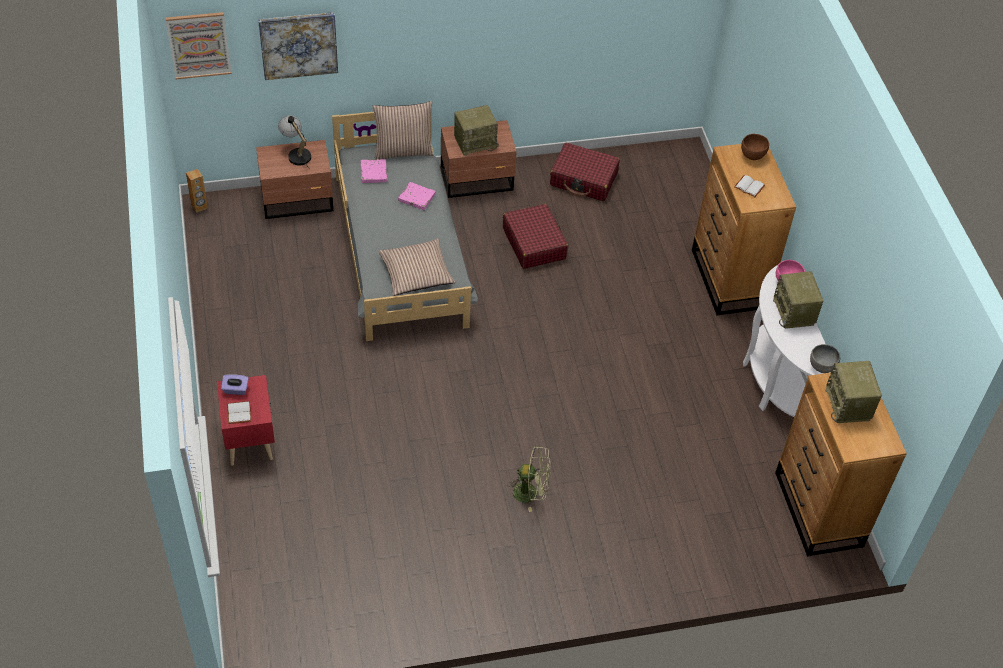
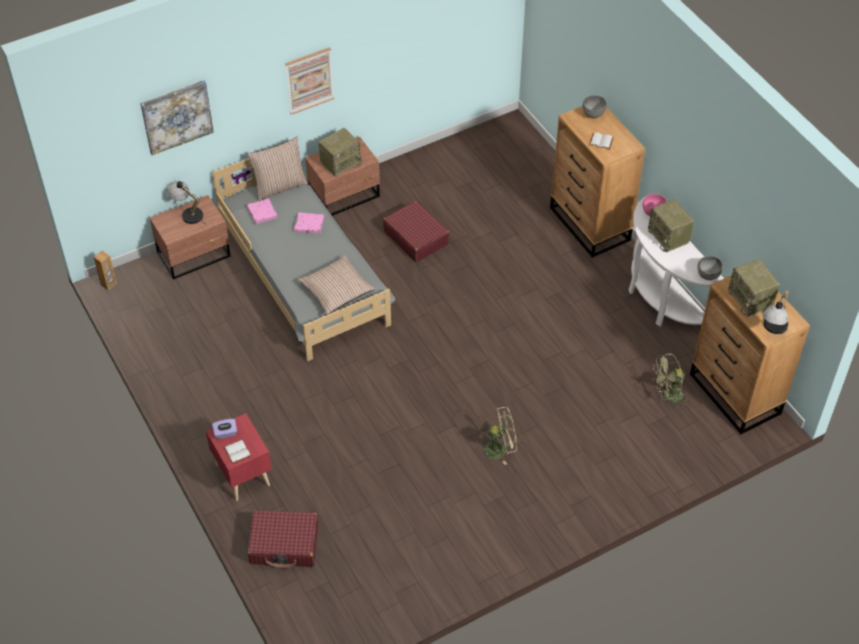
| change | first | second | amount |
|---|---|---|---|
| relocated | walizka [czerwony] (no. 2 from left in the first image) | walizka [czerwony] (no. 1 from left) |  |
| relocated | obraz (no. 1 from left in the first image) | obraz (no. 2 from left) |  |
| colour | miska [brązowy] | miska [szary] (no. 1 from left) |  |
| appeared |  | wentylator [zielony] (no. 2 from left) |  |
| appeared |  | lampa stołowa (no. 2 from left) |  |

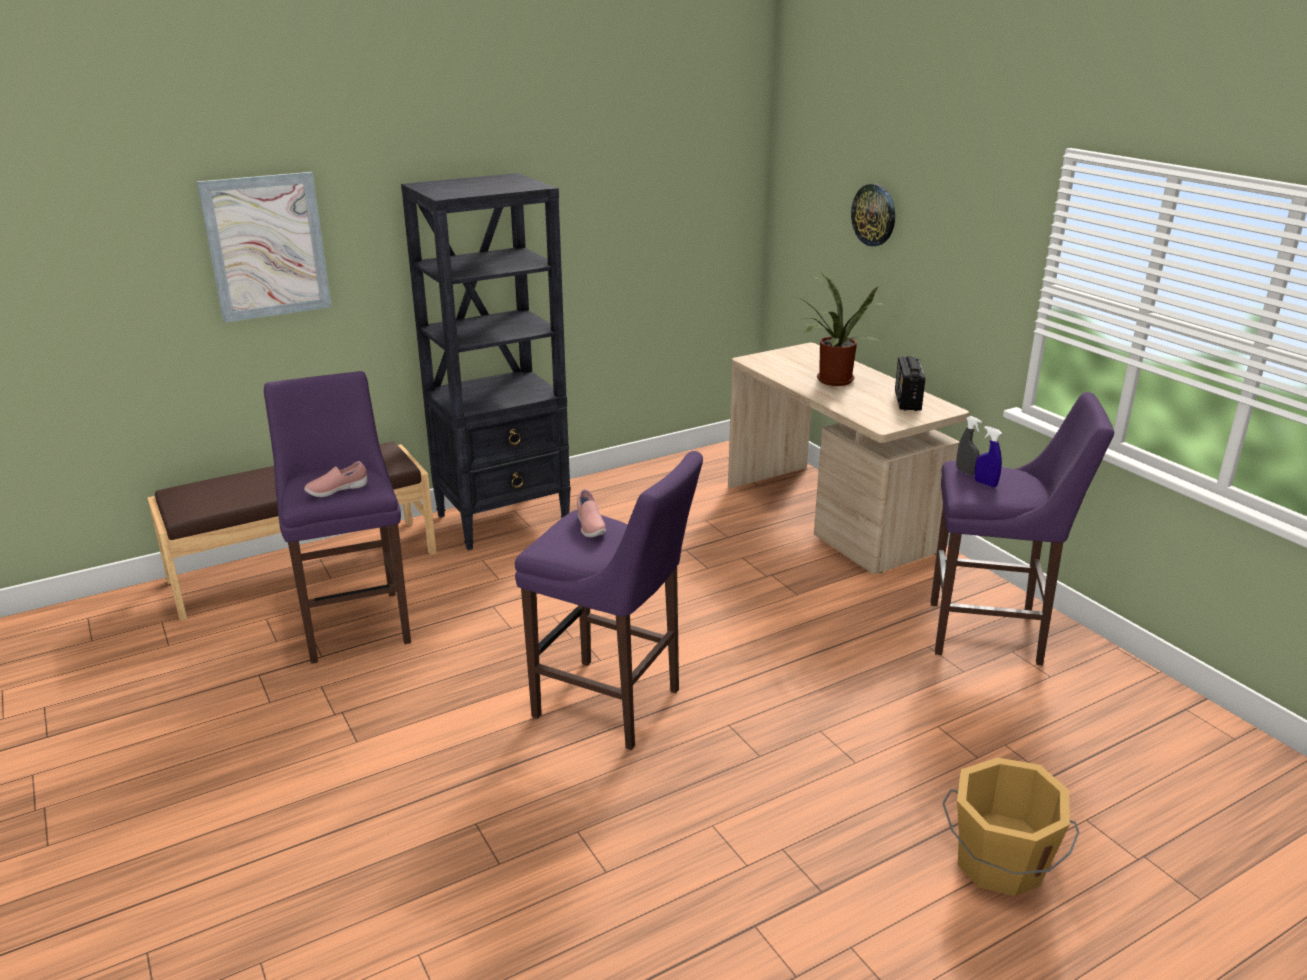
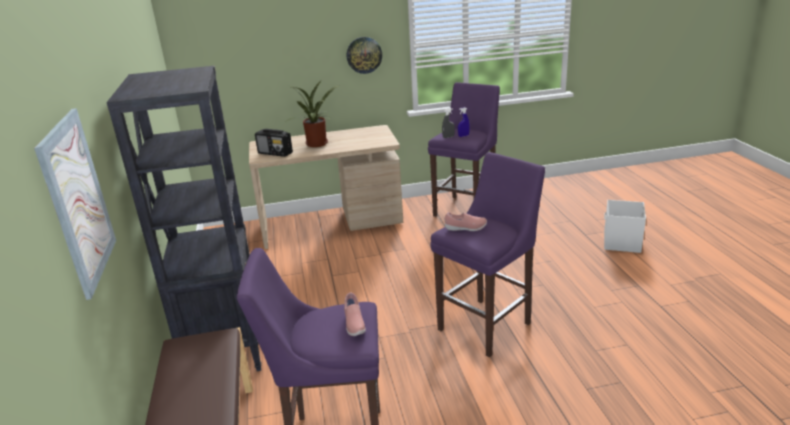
| change | first | second | amount |
|---|---|---|---|
| relocated | radio |  |  |
| relocated | zegar ścienny |  |  |
| exchanged | wiadro [pomarańczowy] | pojemnik do przechowywania [biały] |  |

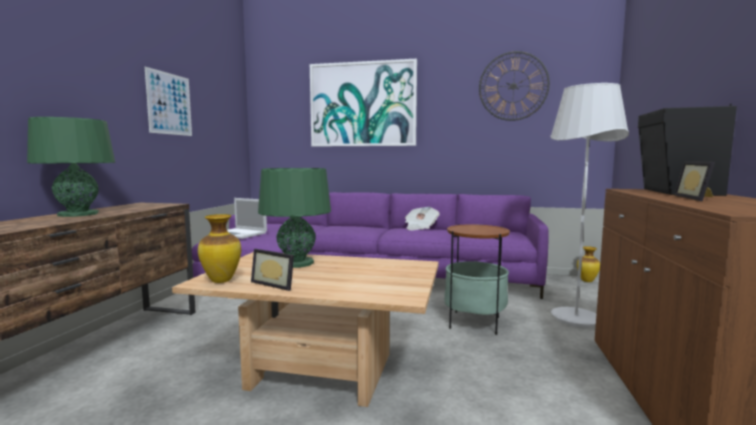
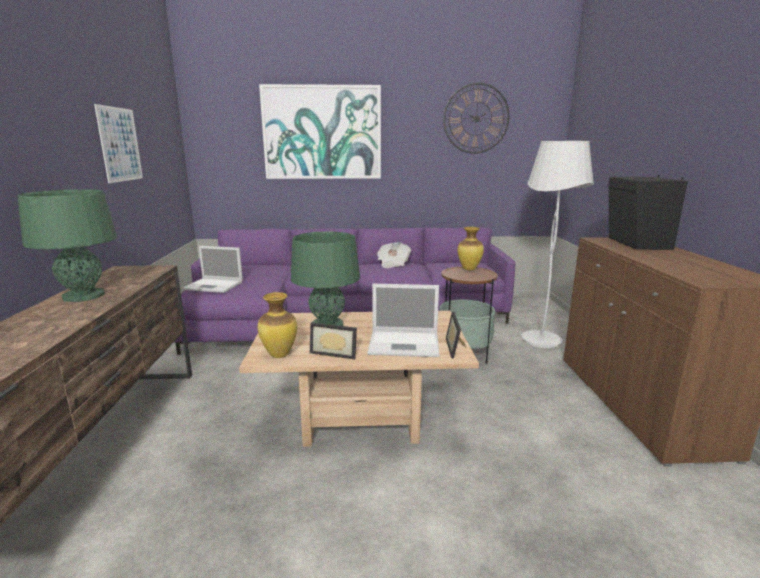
| change | first | second | amount |
|---|---|---|---|
| appeared |  | laptop (no. 2 from left) |  |
| relocated | ramka na zdjęcie (no. 2 from left) |  |  |
| relocated | wazon (no. 2 from left) |  |  |

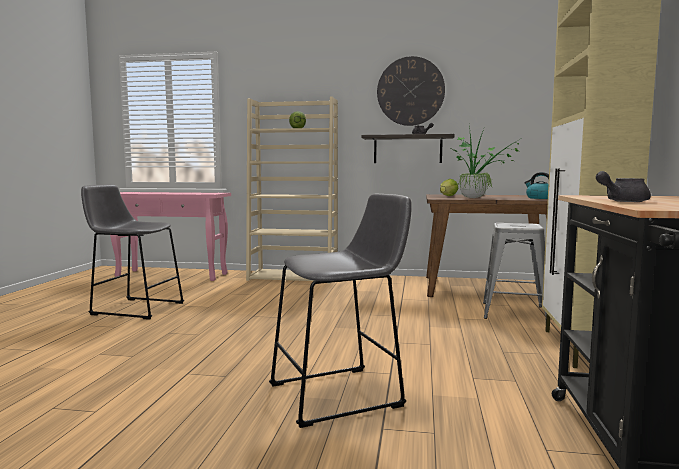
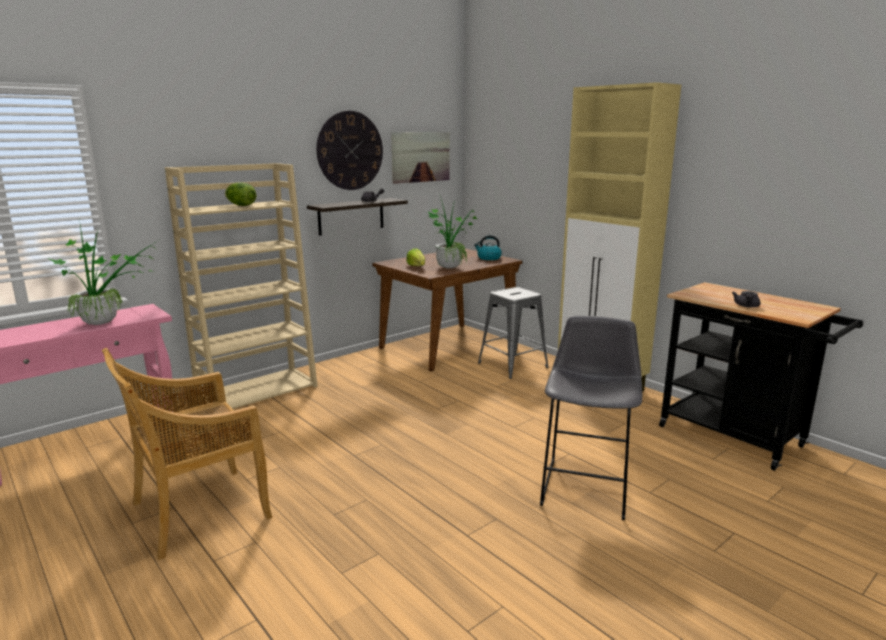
| change | first | second | amount |
|---|---|---|---|
| appeared |  | roślina doniczkowa (no. 1 from left) |  |
| exchanged | stołek [szary] (no. 1 from left) | krzesło [beżowy] |  |
| appeared |  | obraz |  |

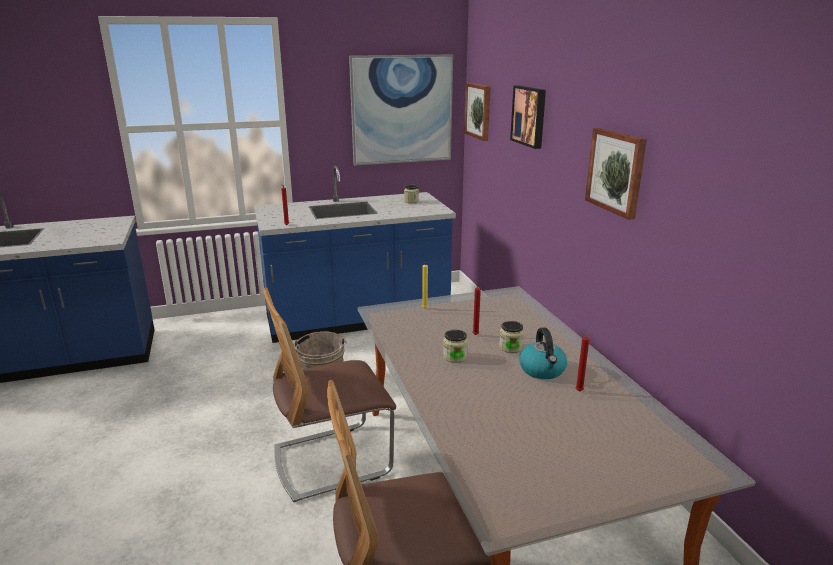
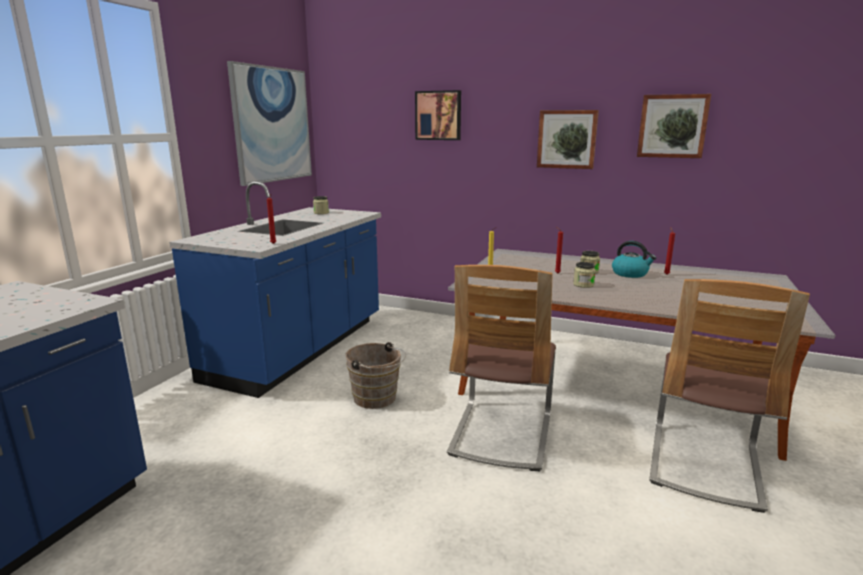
| change | first | second | amount |
|---|---|---|---|
| relocated | obraz (no. 2 from left in the first image) | obraz (no. 4 from left) |  |

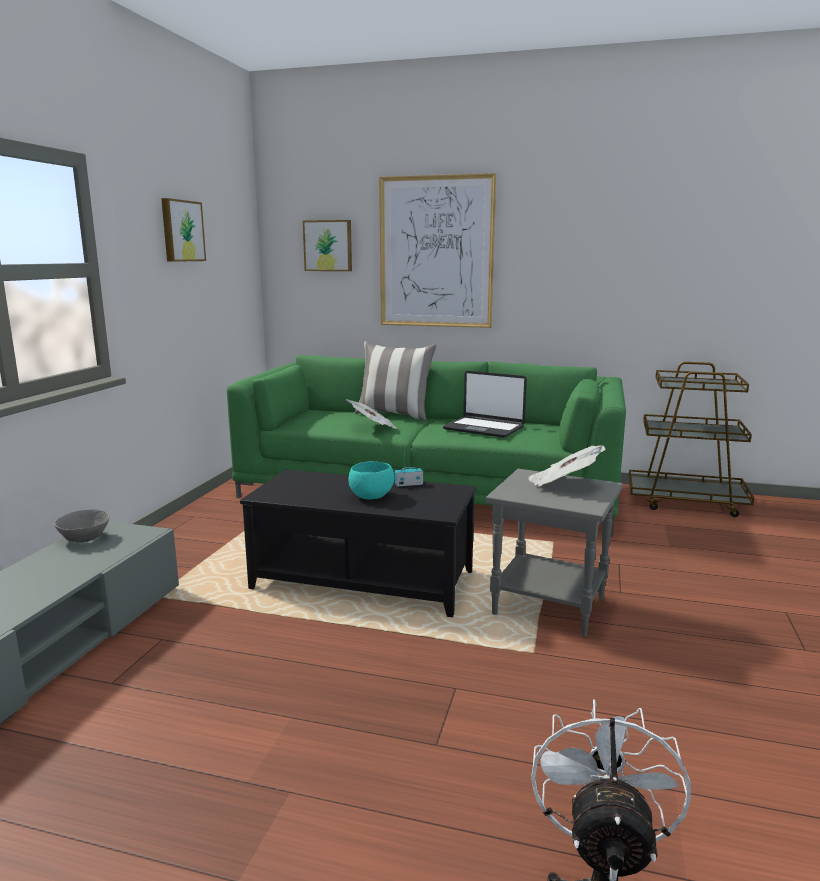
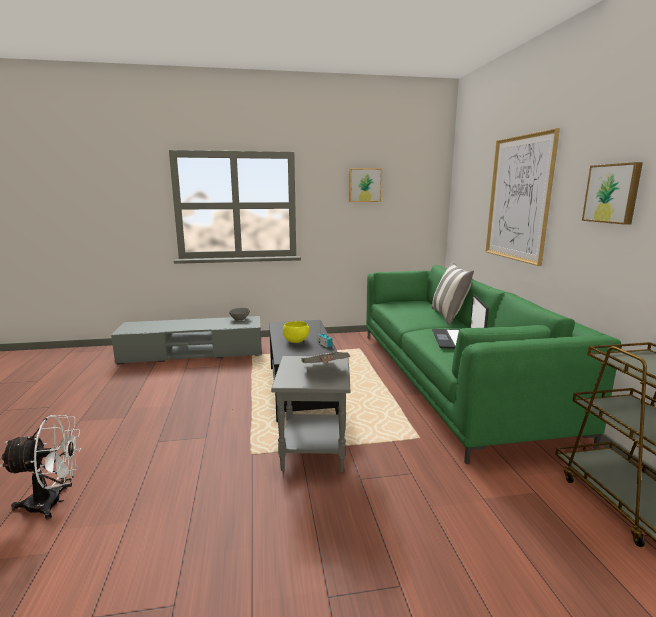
| change | first | second | amount |
|---|---|---|---|
| colour | miska [turkusowy] | miska [żółty] |  |
| relocated | obraz (no. 2 from left in the first image) | obraz (no. 3 from left) |  |
| missing | gazeta (no. 1 from left) |  |  |

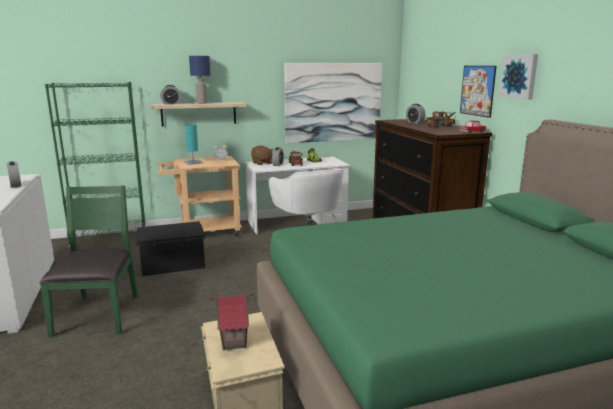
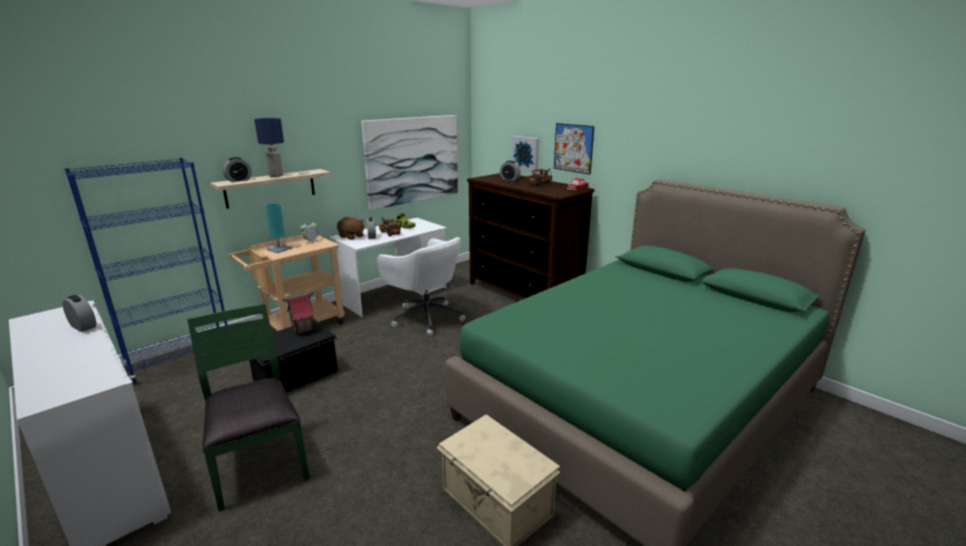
| change | first | second | amount |
|---|---|---|---|
| colour | regał [zielony] | regał [niebieski] |  |
| relocated | domek |  |  |
| relocated | obraz (no. 3 from left in the first image) | obraz (no. 2 from left) |  |

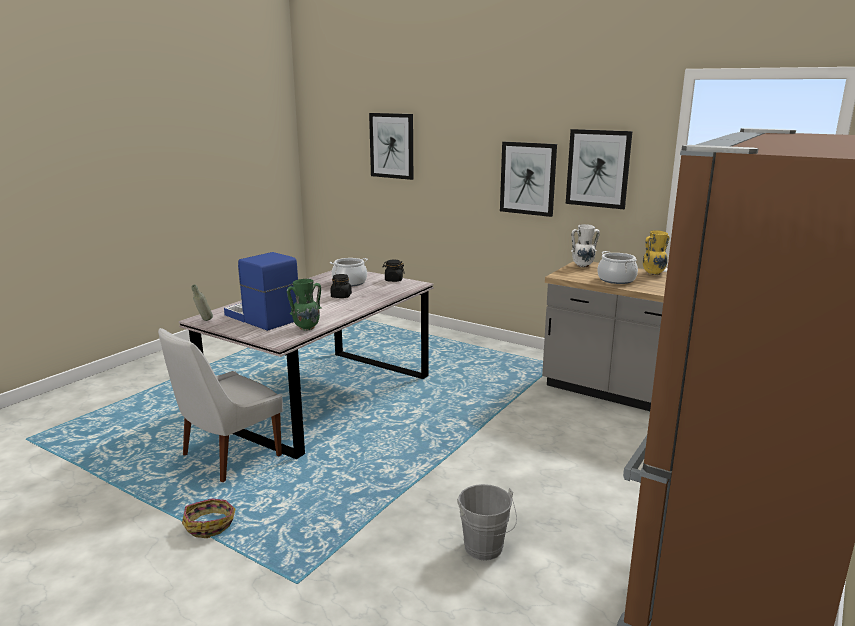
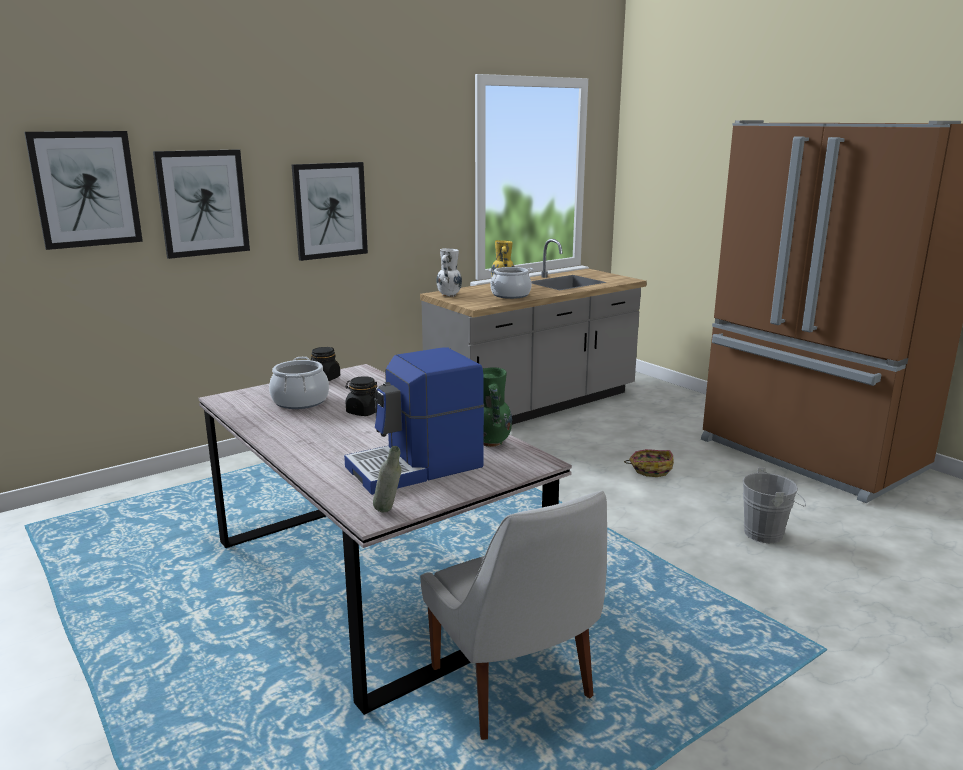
| change | first | second | amount |
|---|---|---|---|
| relocated | obraz (no. 3 from left in the first image) | obraz (no. 2 from left) |  |
| relocated | koszyk |  |  |

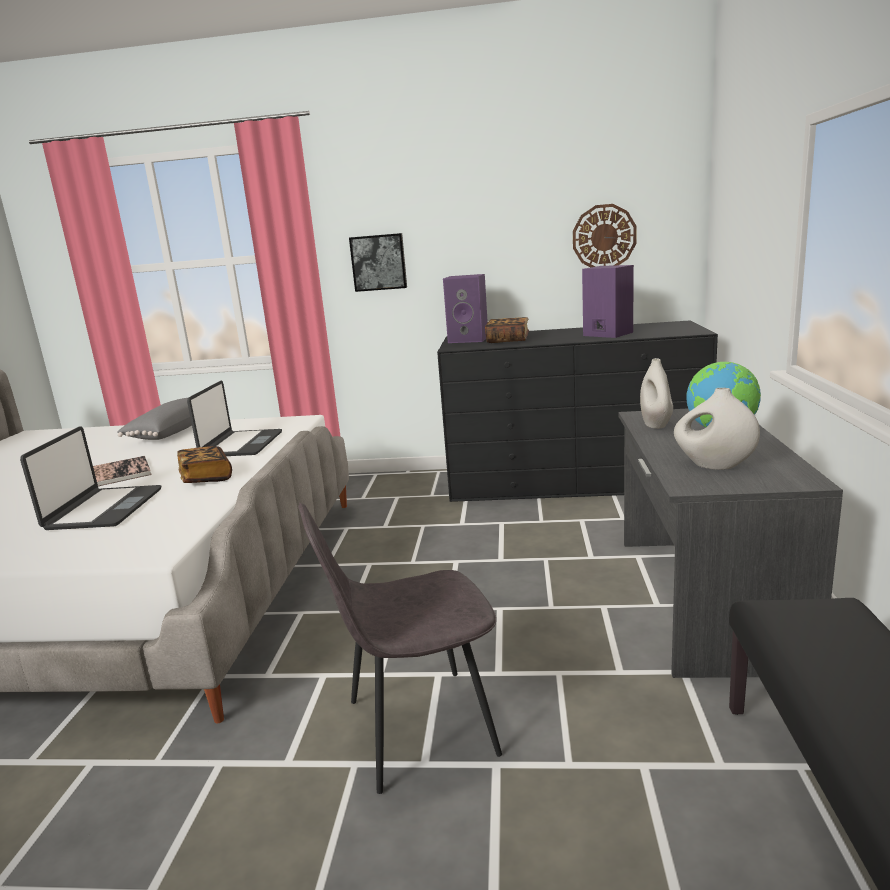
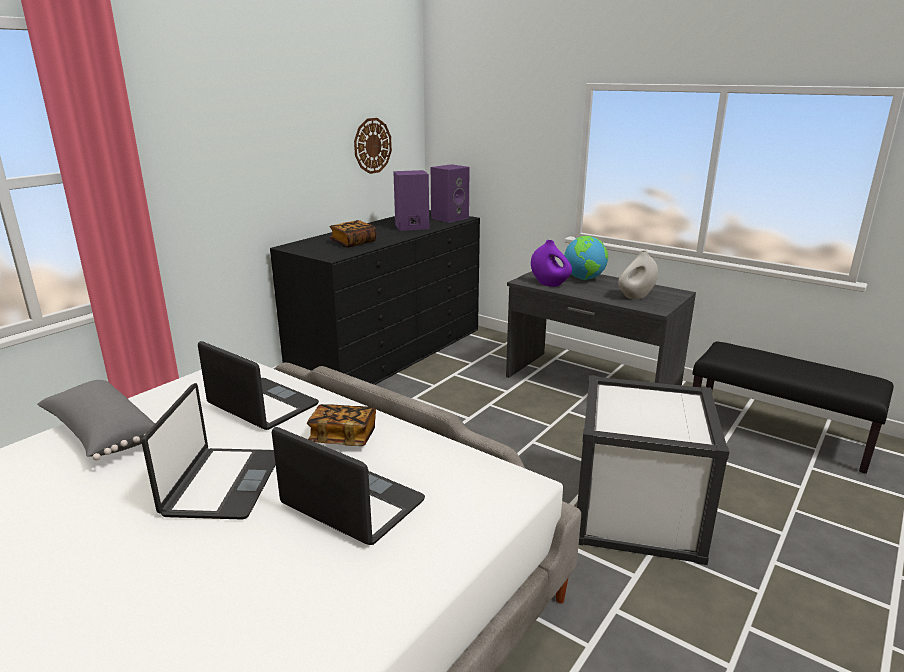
| change | first | second | amount |
|---|---|---|---|
| exchanged | książka (no. 1 from left) | laptop (no. 1 from left) |  |
| relocated | głośnik [fioletowy] (no. 1 from left in the first image) | głośnik [fioletowy] (no. 2 from left) |  |
| colour | wazon [biały] (no. 1 from left) | wazon [fioletowy] |  |
| exchanged | krzesło [szary] | pojemnik do przechowywania [biały] |  |
| missing | obraz |  |  |

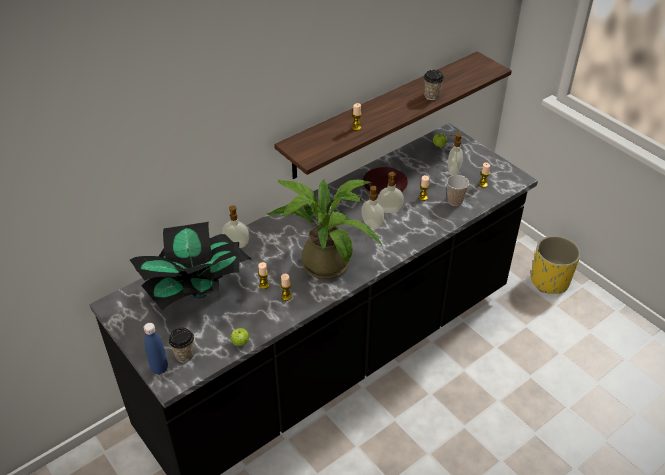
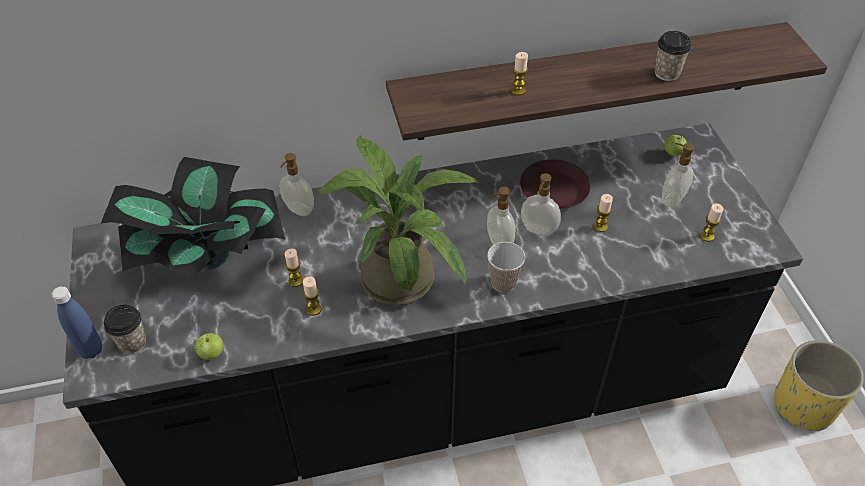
| change | first | second | amount |
|---|---|---|---|
| relocated | filiżanka (no. 3 from left in the first image) | filiżanka (no. 2 from left) |  |

